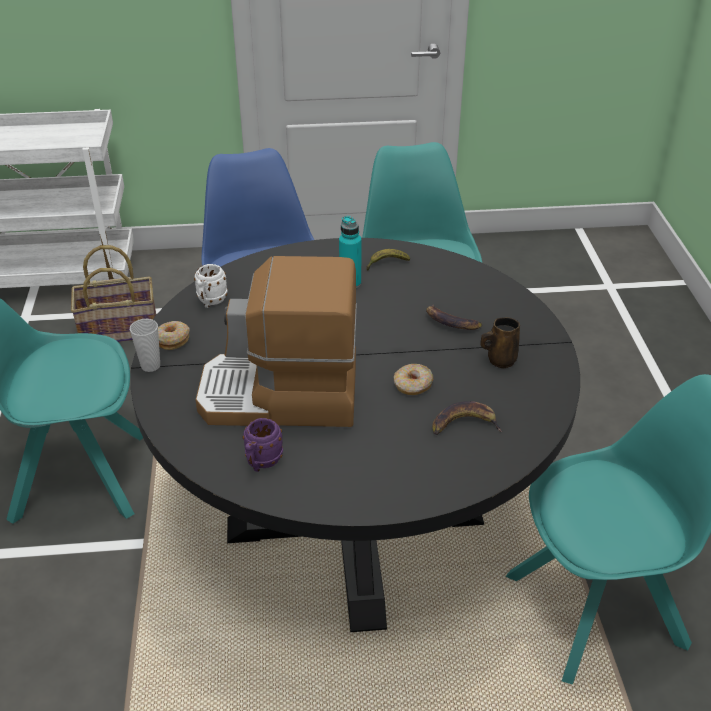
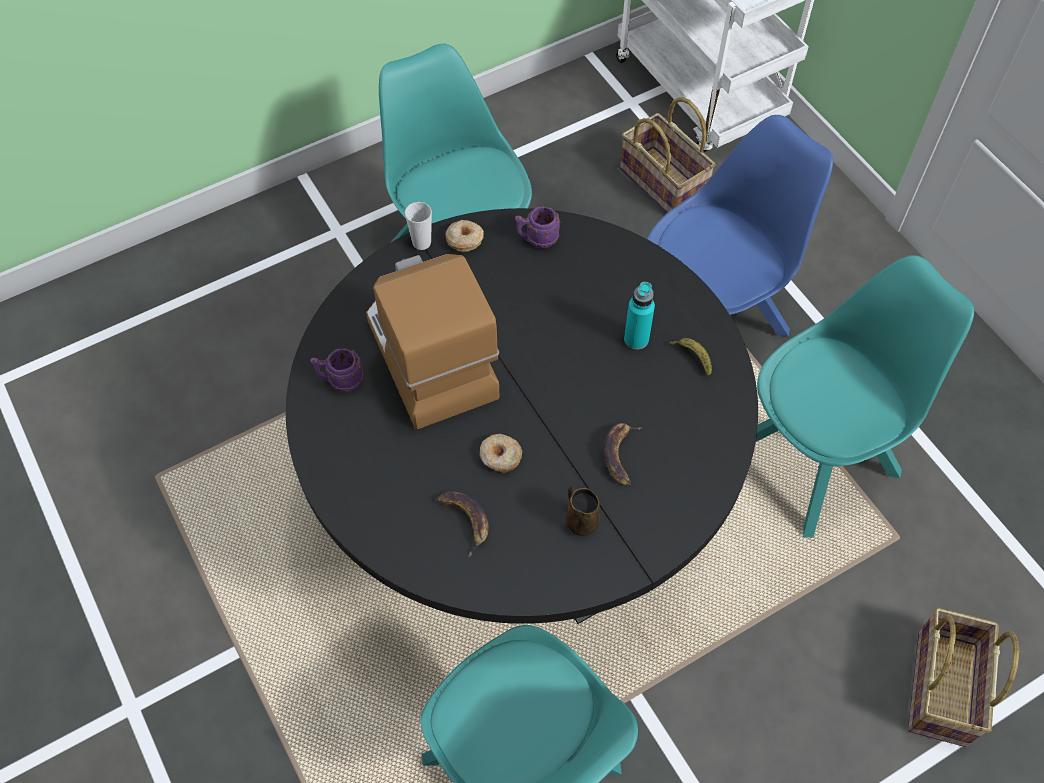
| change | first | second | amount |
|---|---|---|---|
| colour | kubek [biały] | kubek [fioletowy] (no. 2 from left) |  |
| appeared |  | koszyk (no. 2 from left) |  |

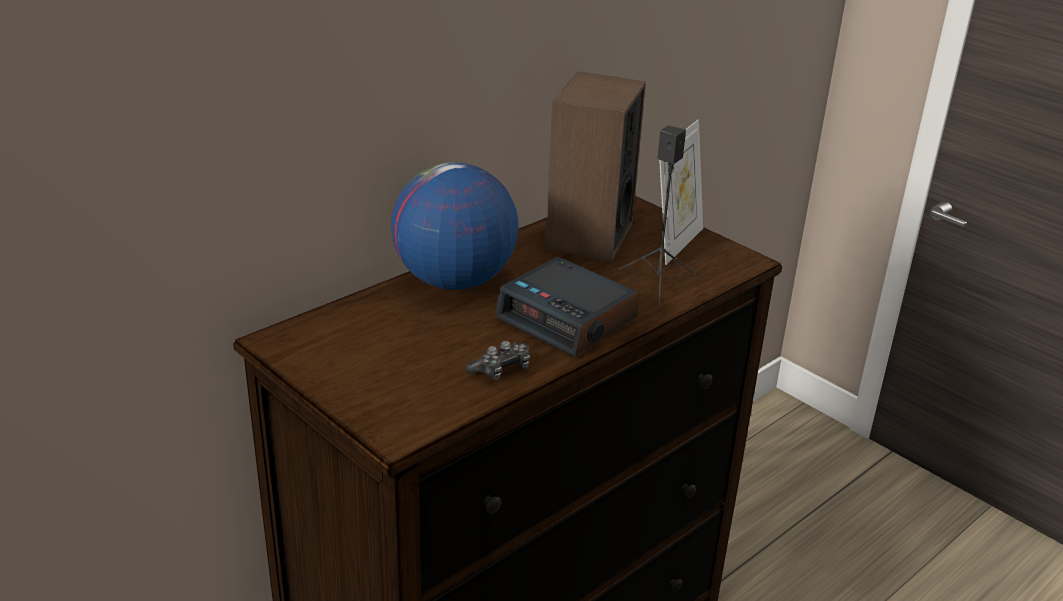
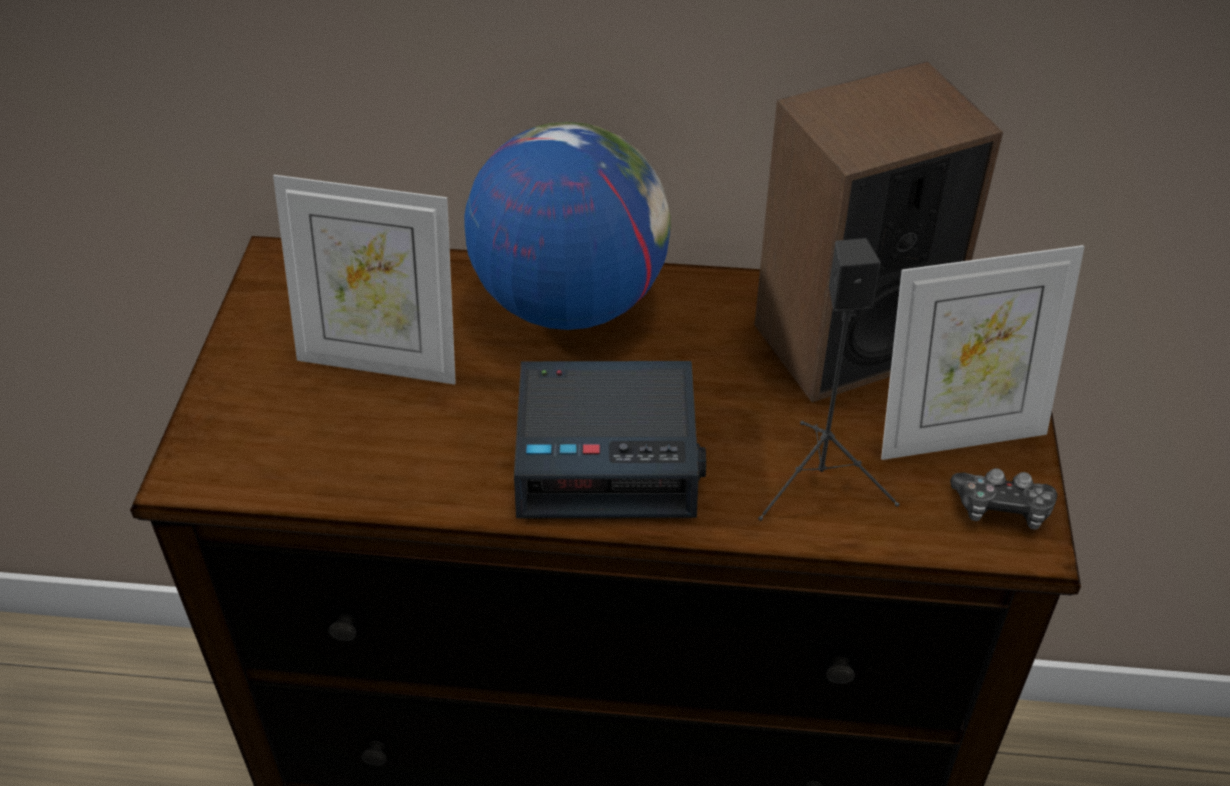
| change | first | second | amount |
|---|---|---|---|
| appeared |  | ramka na zdjęcie (no. 1 from left) |  |
| spun | budzik |  | 90 degrees counterclockwise |
| relocated | pad do gier |  |  |

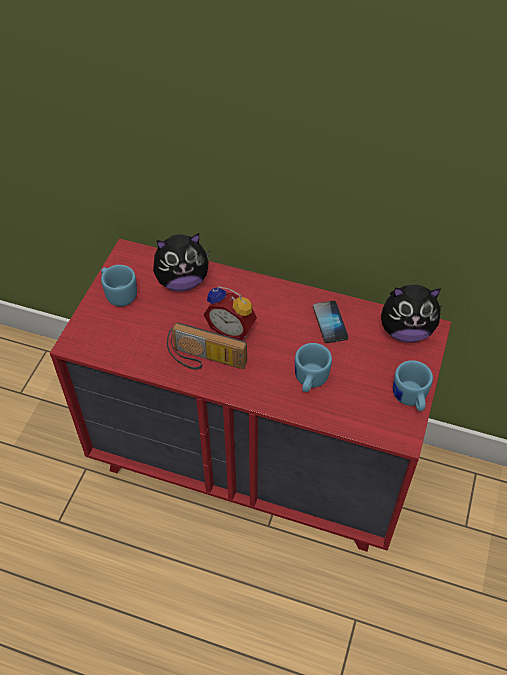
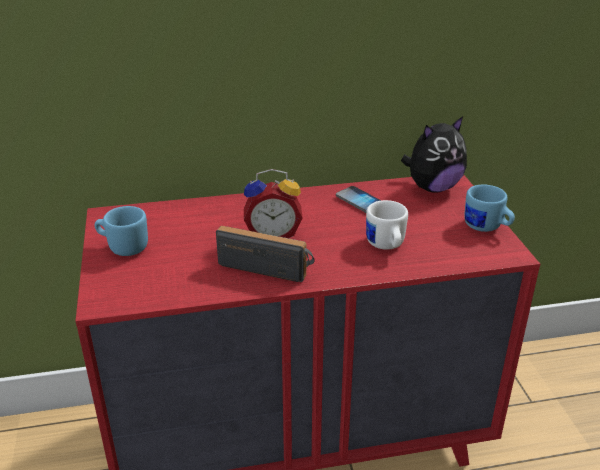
| change | first | second | amount |
|---|---|---|---|
| spun | radio |  | 150 degrees counterclockwise |
| colour | kubek [niebieski] (no. 2 from left) | kubek [biały] |  |
| missing | pluszak (no. 1 from left) |  |  |

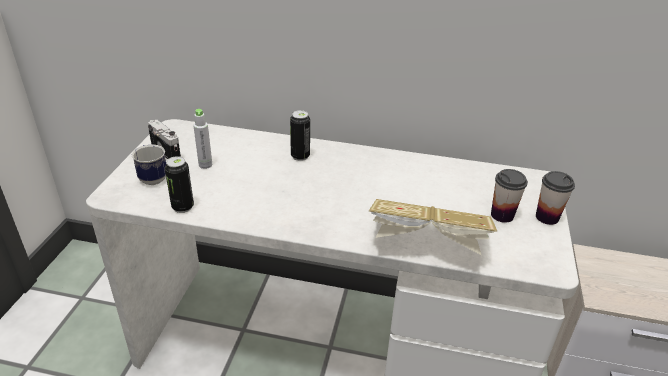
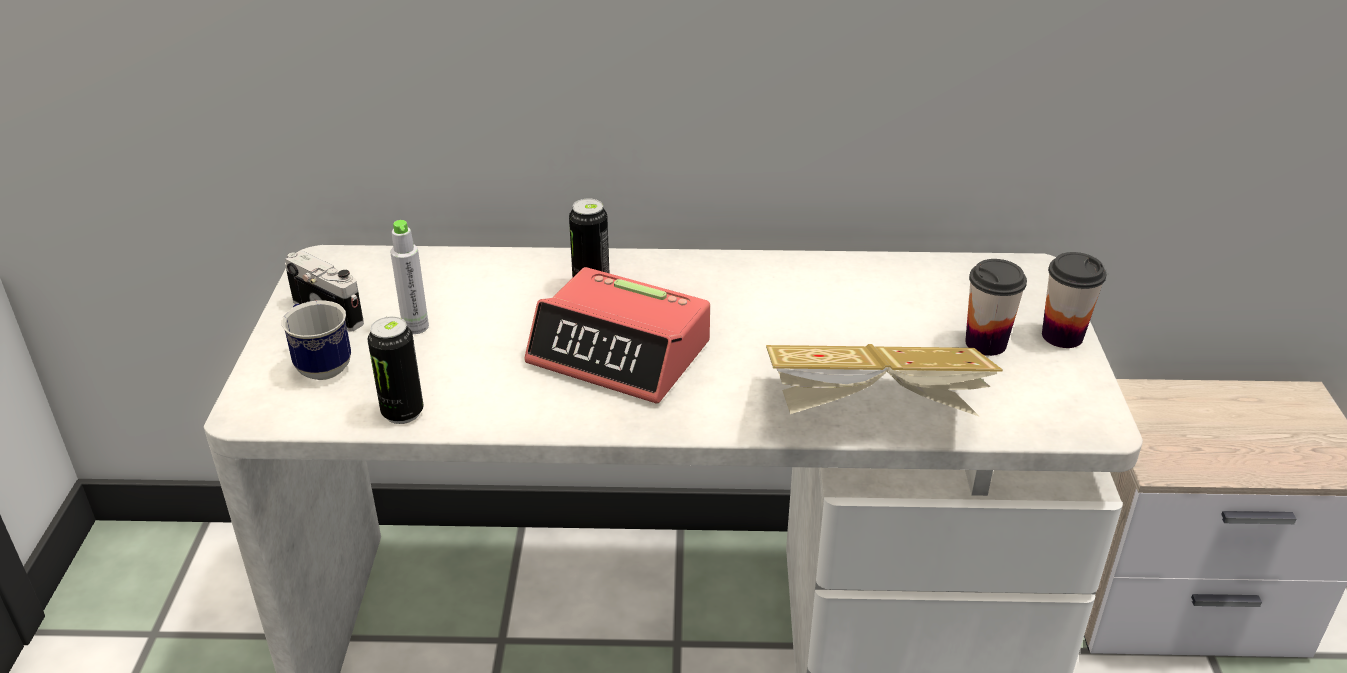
| change | first | second | amount |
|---|---|---|---|
| appeared |  | budzik |  |

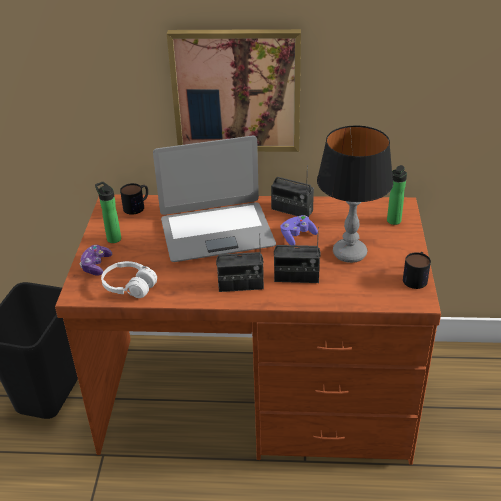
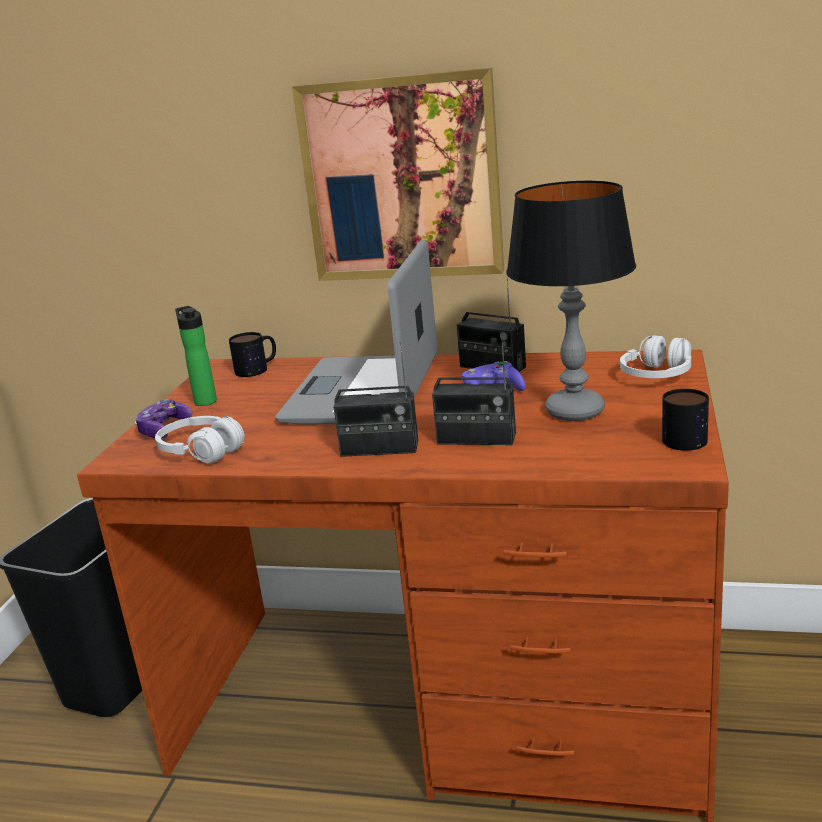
| change | first | second | amount |
|---|---|---|---|
| spun | laptop |  | 105 degrees clockwise |
| exchanged | butelka (no. 2 from left) | słuchawki [biały] (no. 2 from left) |  |

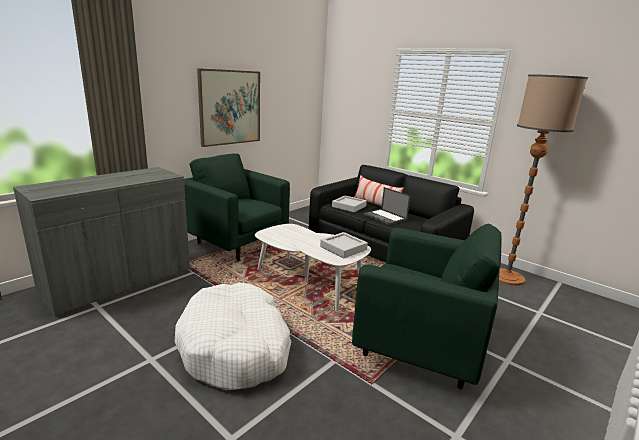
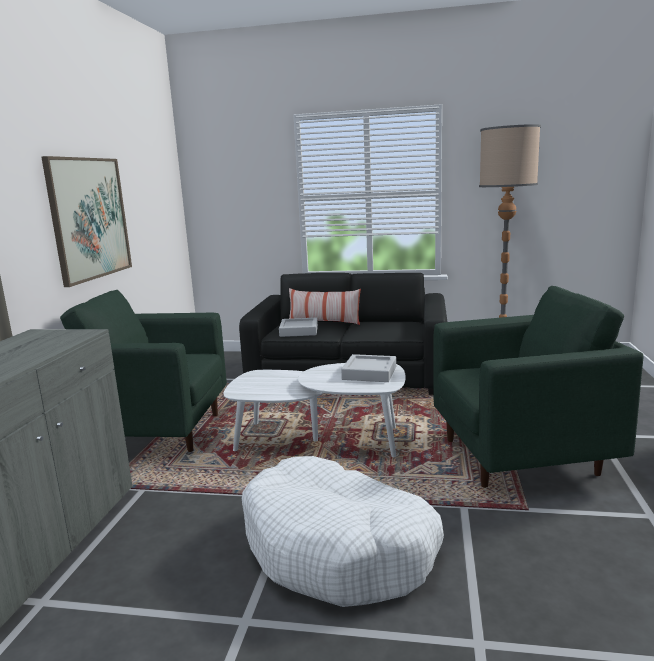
| change | first | second | amount |
|---|---|---|---|
| missing | laptop |  |  |

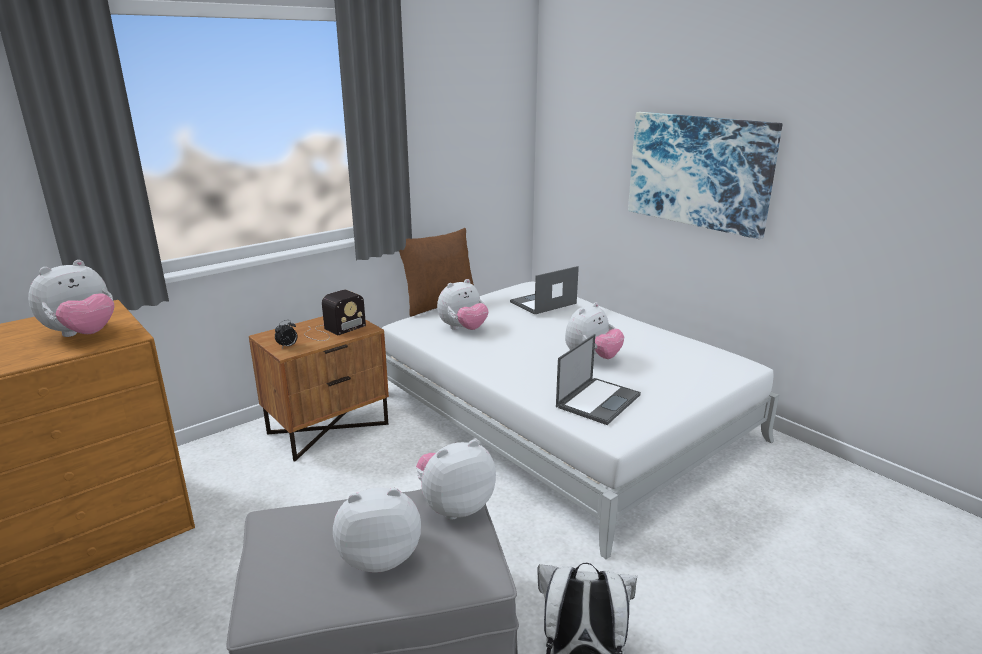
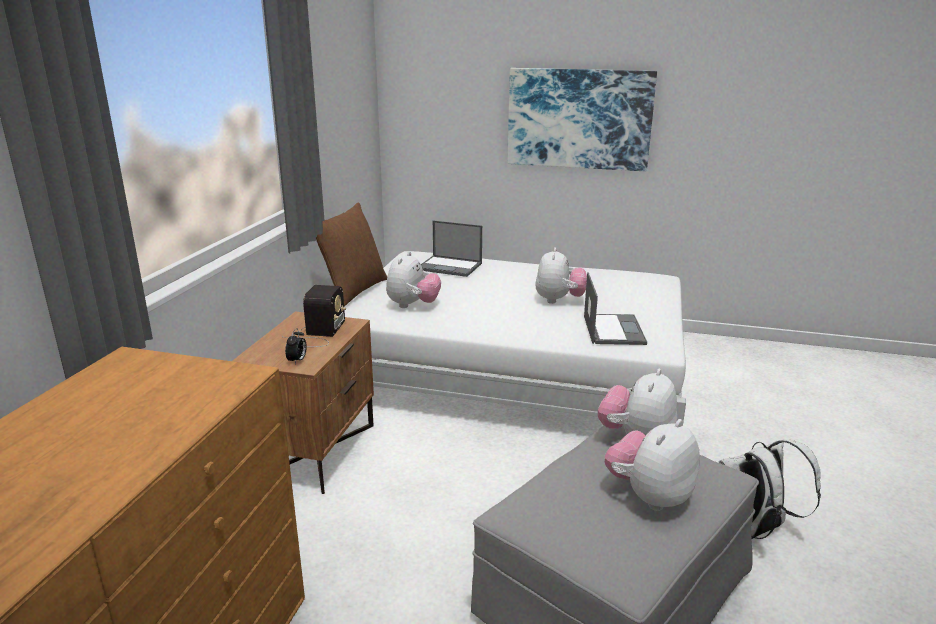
| change | first | second | amount |
|---|---|---|---|
| spun | laptop (no. 1 from left) |  | 90 degrees counterclockwise |
| missing | pluszak (no. 1 from left) |  |  |

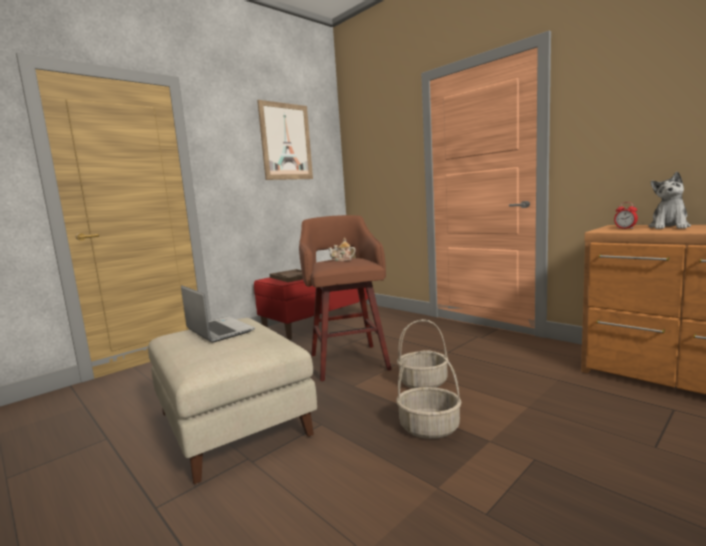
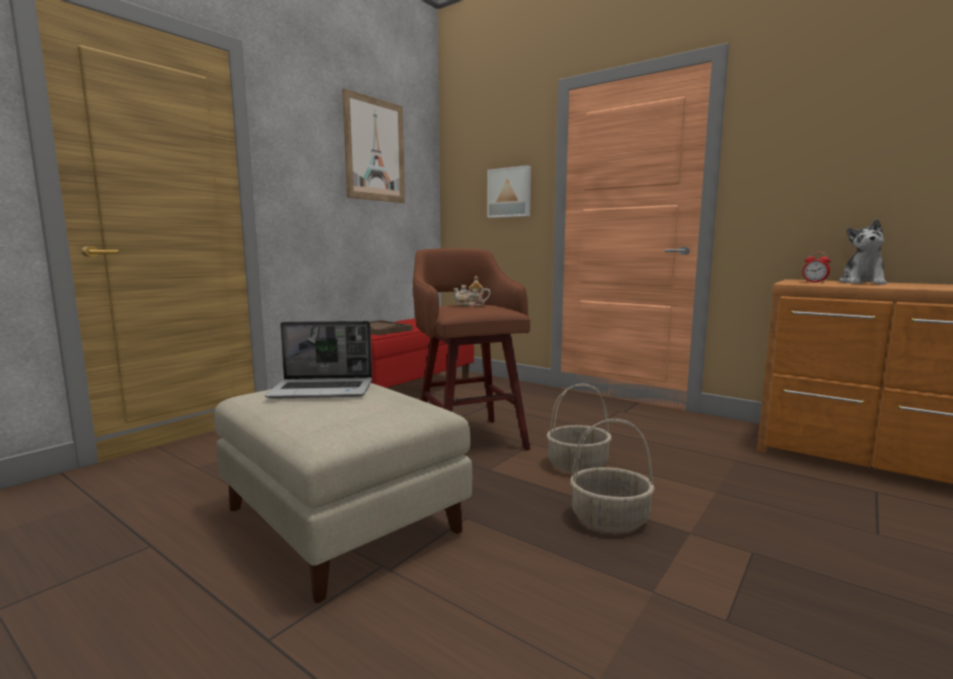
| change | first | second | amount |
|---|---|---|---|
| spun | laptop |  | 135 degrees clockwise |
| appeared |  | obraz (no. 2 from left) |  |

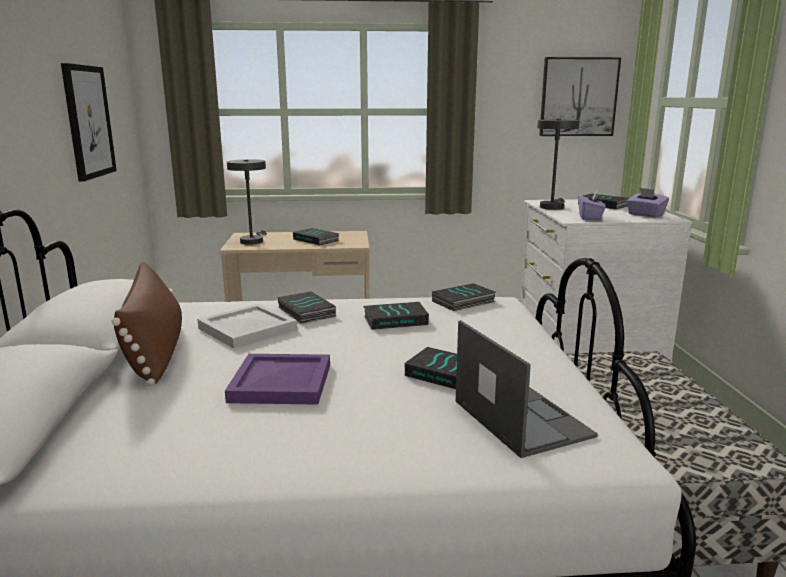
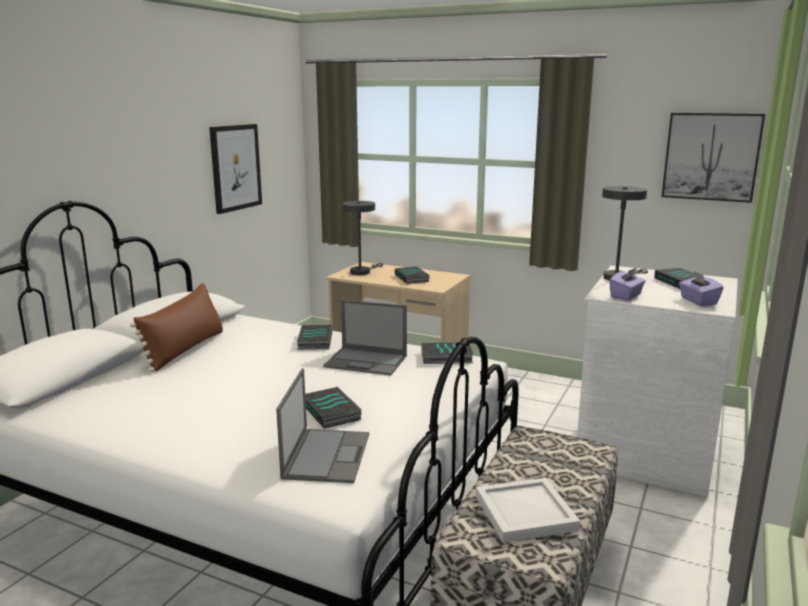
| change | first | second | amount |
|---|---|---|---|
| exchanged | książka (no. 3 from left) | laptop (no. 2 from left) |  |
| relocated | taca [biały] |  |  |
| missing | taca [fioletowy] |  |  |

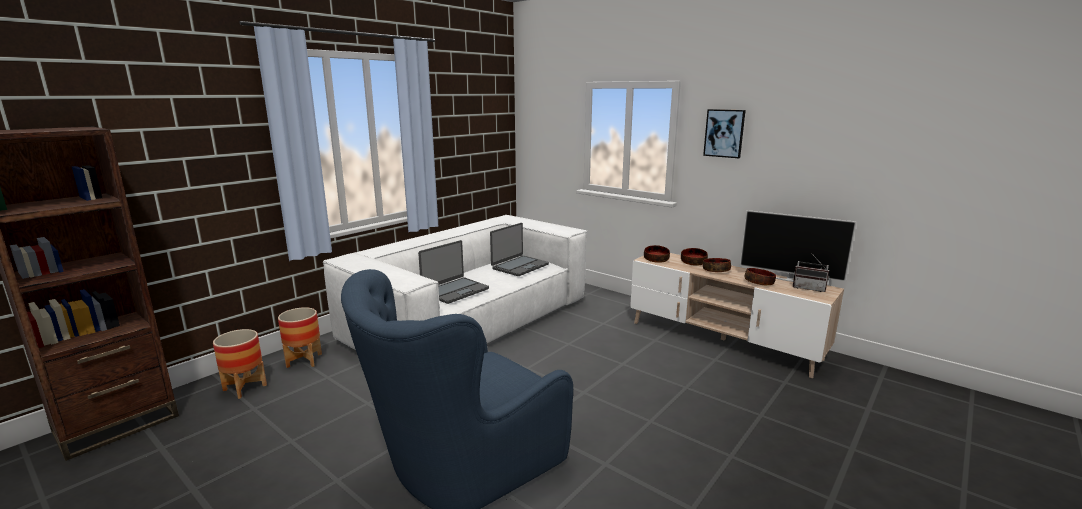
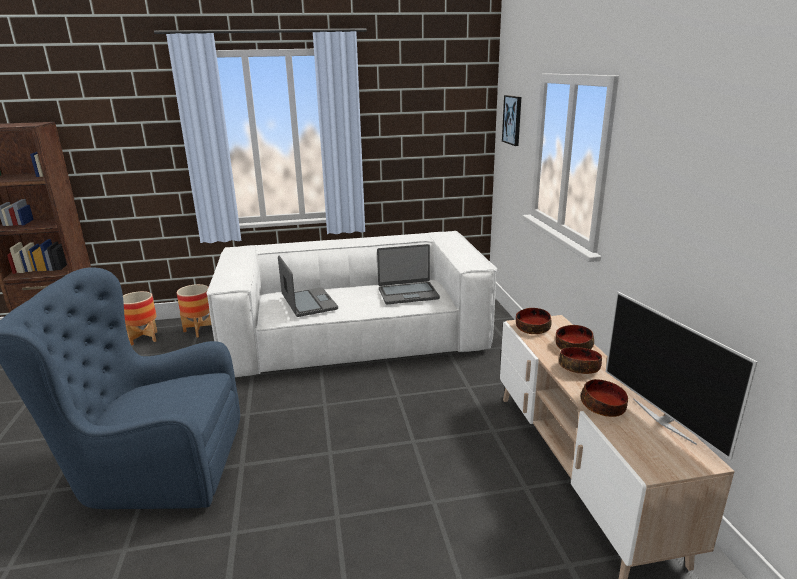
| change | first | second | amount |
|---|---|---|---|
| spun | laptop (no. 1 from left) |  | 105 degrees counterclockwise |
| relocated | obraz |  |  |
| missing | radio |  |  |

